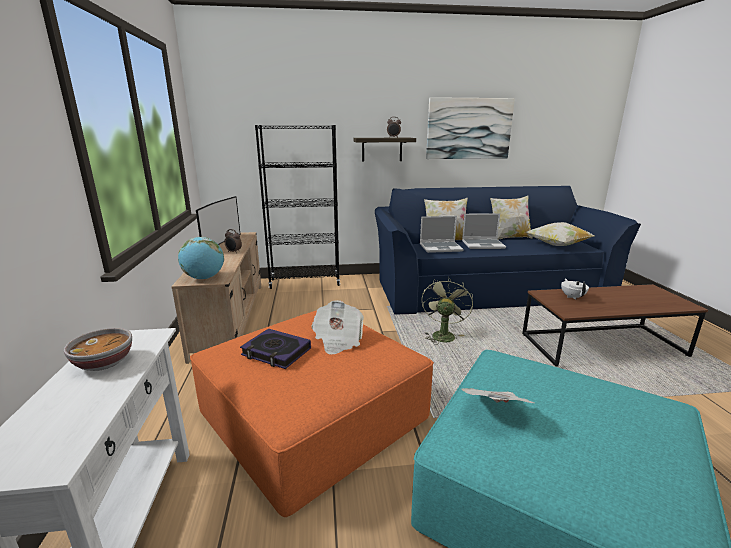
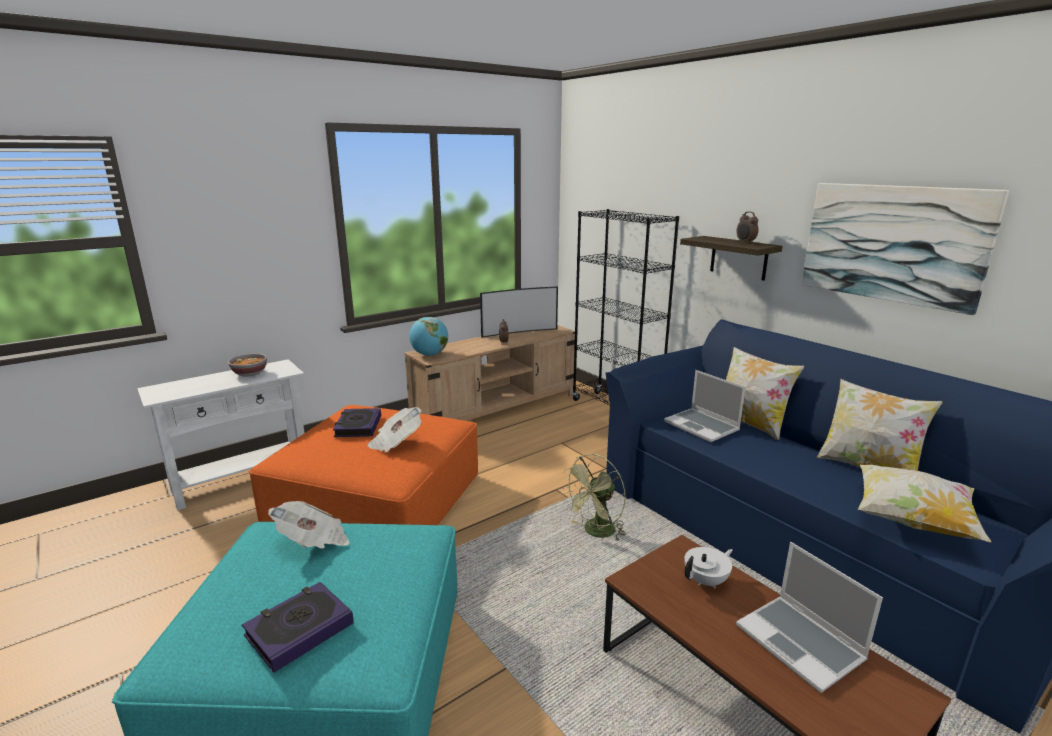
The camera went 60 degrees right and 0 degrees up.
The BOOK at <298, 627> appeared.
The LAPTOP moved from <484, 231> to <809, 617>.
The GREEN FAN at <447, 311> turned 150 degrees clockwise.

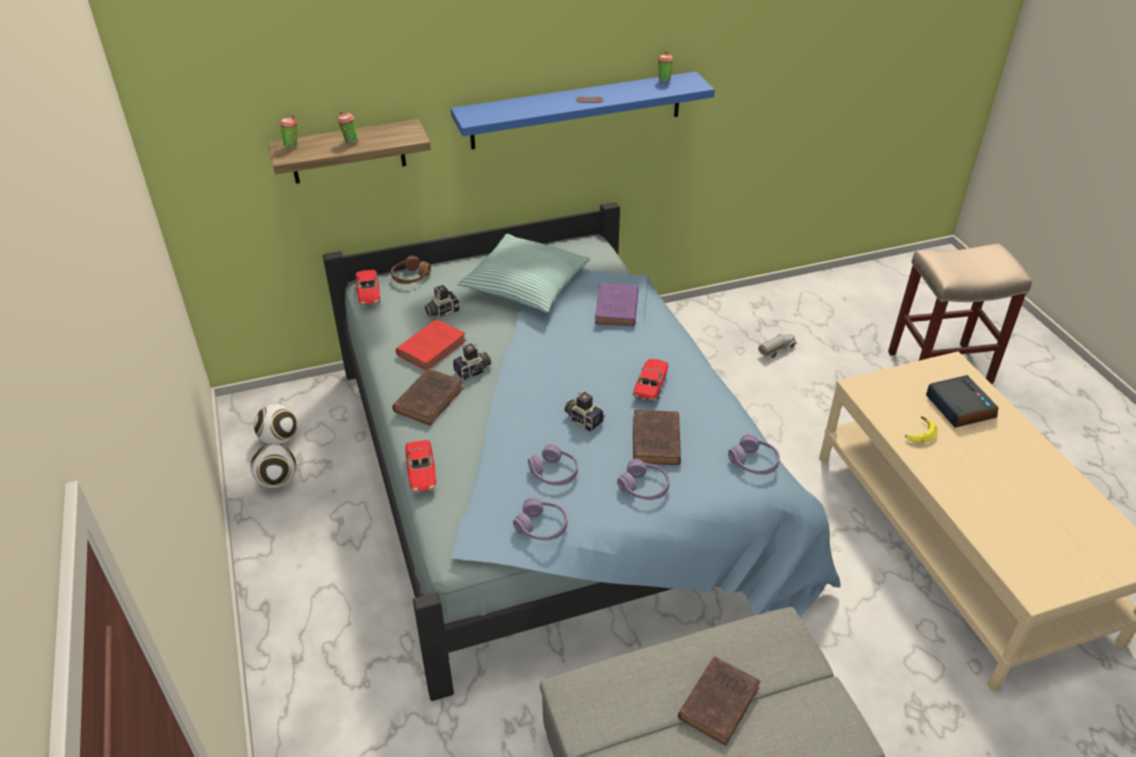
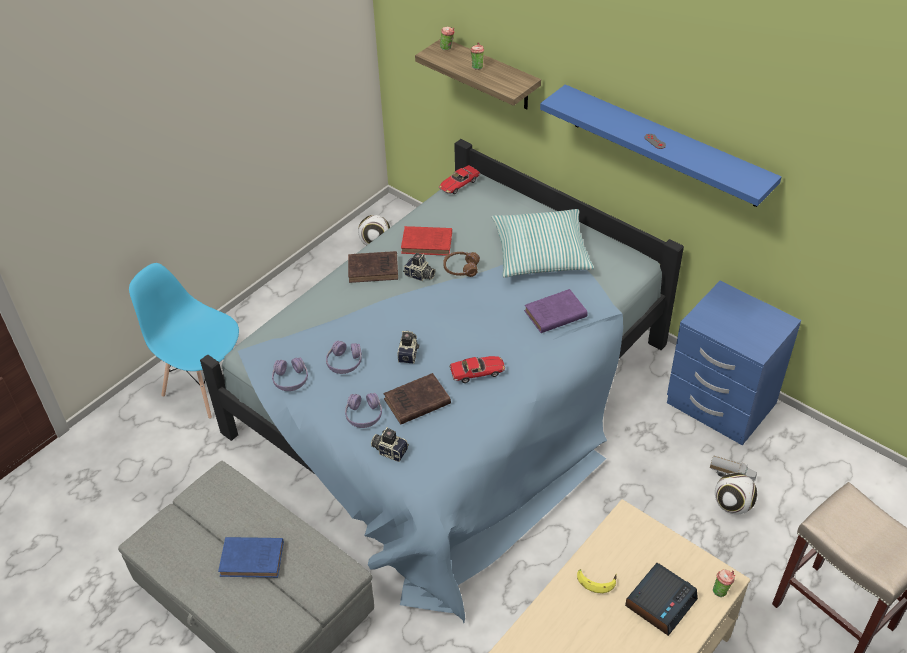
The camera went 60 degrees right and 5 degrees up.
The TOY CAR at <420, 466> disappeared.
The PURPLE HEADPHONES at <754, 454> disappeared.
The BLUE CHAIR at <184, 341> appeared.
The BLUE NIGHTSTAND at <734, 363> appeared.
The FOOTBALL moved from <273, 466> to <736, 493>.
The BROWN HEADPHONES moved from <411, 269> to <461, 264>.
The PHOTO CAMERA moved from <442, 301> to <390, 444>.
The CUP moved from <665, 66> to <724, 583>.
The BROWN BOOK at <719, 701> became the BLUE BOOK at <251, 557>.

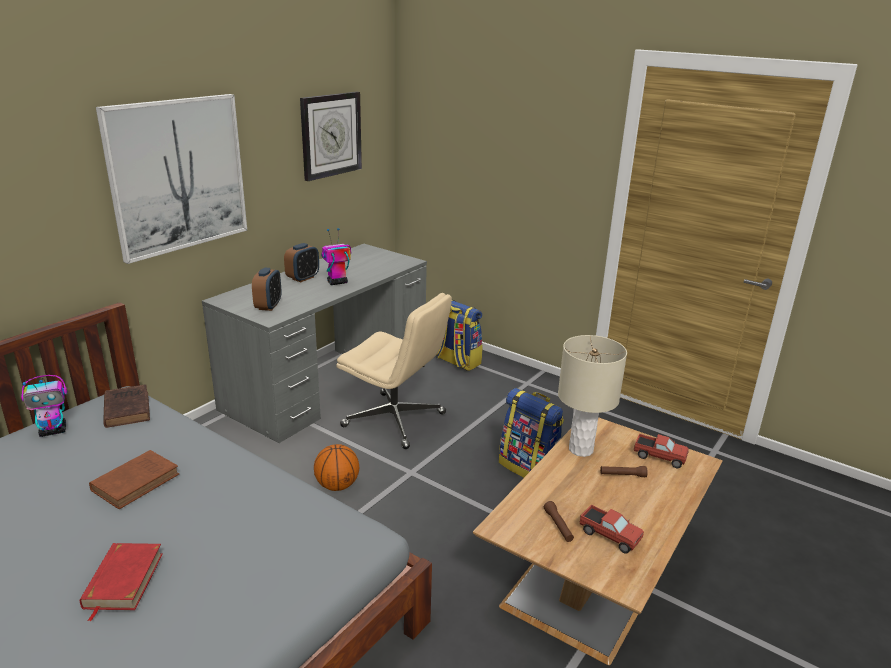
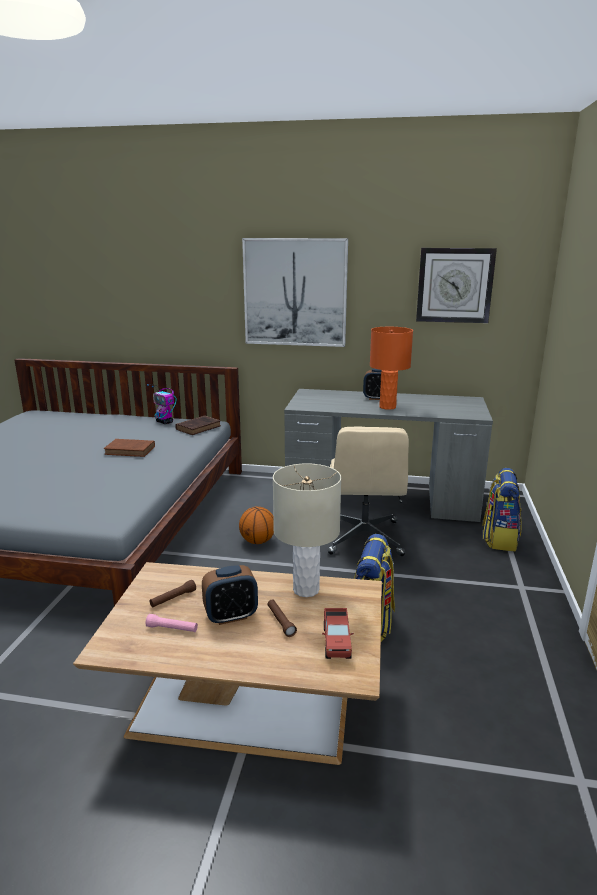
The camera went 65 degrees right and 5 degrees down.
The RED BOOK at <121, 582> disappeared.
The ALARM CLOCK moved from <266, 289> to <230, 595>.
The TOY ROBOT at <336, 256> was replaced by the ORANGE TABLE LAMP at <391, 368>.
The TOY TRUCK at <612, 529> was replaced by the PINK FLASHLIGHT at <171, 623>.

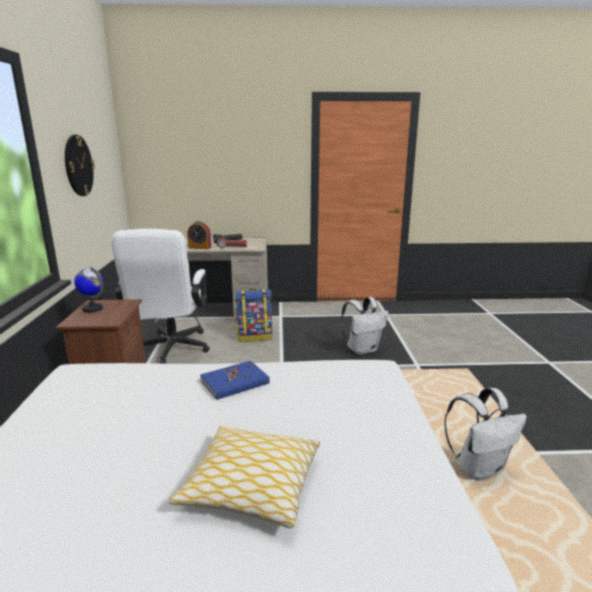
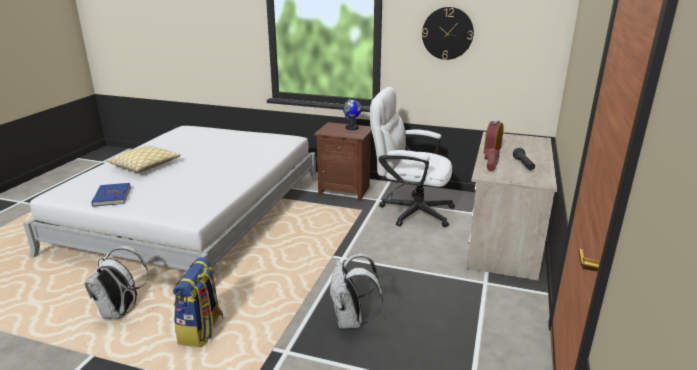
The camera went 110 degrees right and 5 degrees up.
The BLUE BOOK moved from <235, 380> to <111, 195>.
The BACKPACK moved from <253, 315> to <198, 302>.

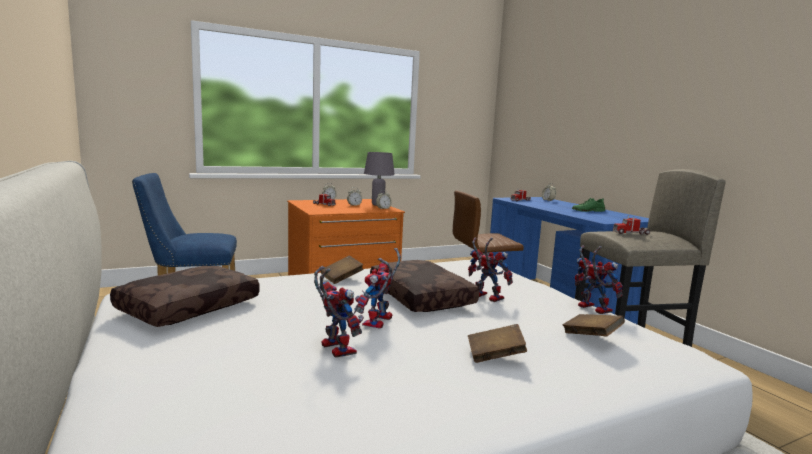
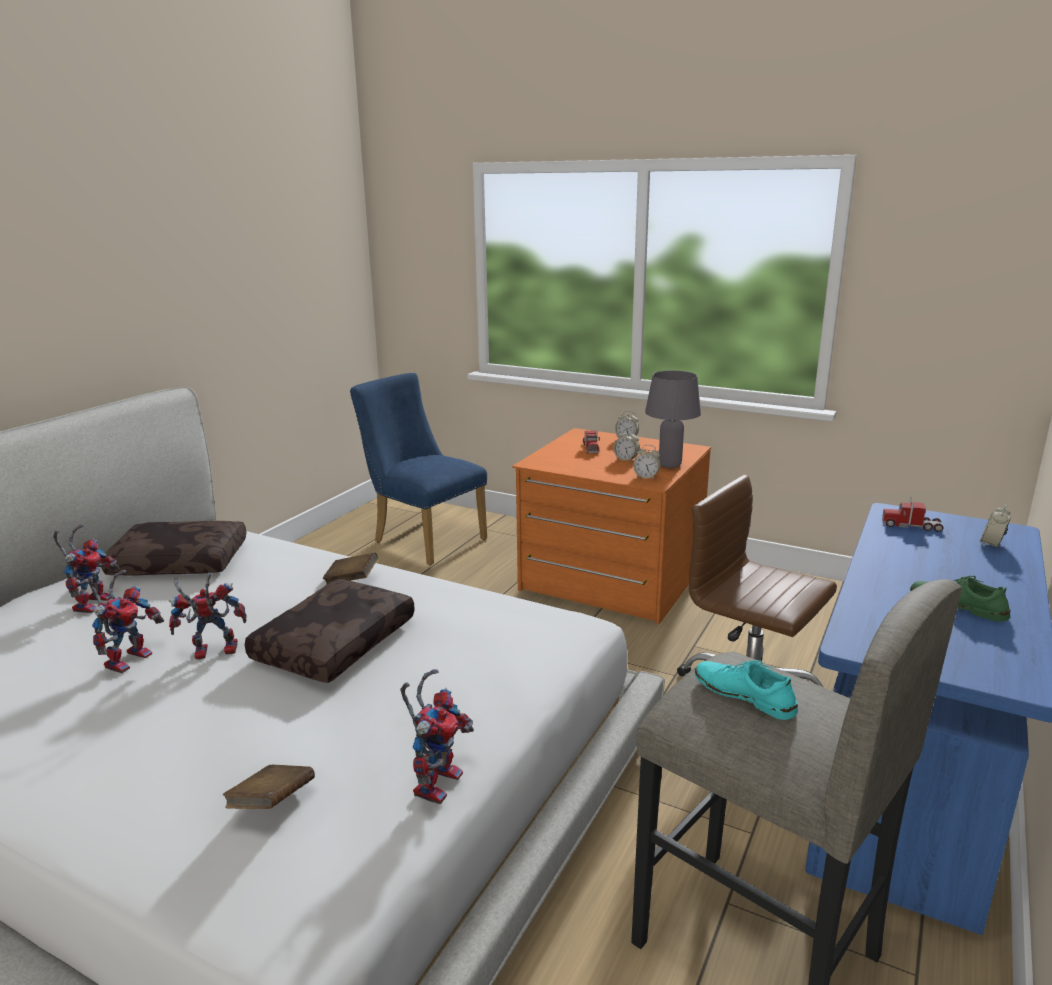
The camera went 55 degrees right and 10 degrees up.
The BROWN BOOK at <497, 343> disappeared.
The TOY ROBOT moved from <490, 269> to <86, 568>.
The TOY TRUCK at <631, 225> was replaced by the TURQUOISE SHOE at <746, 690>.

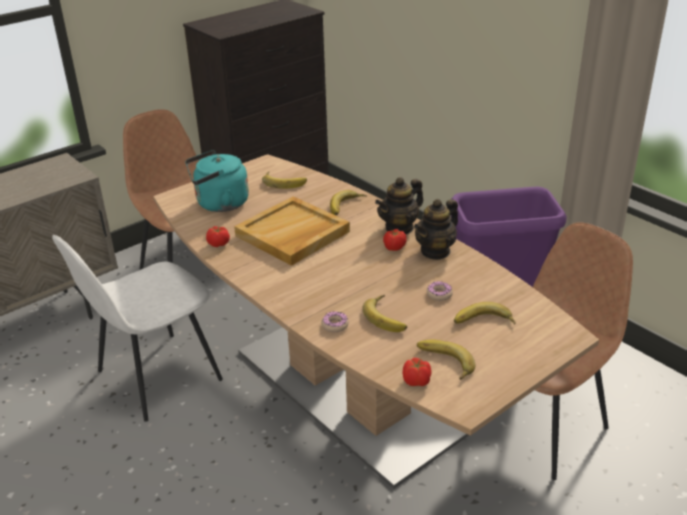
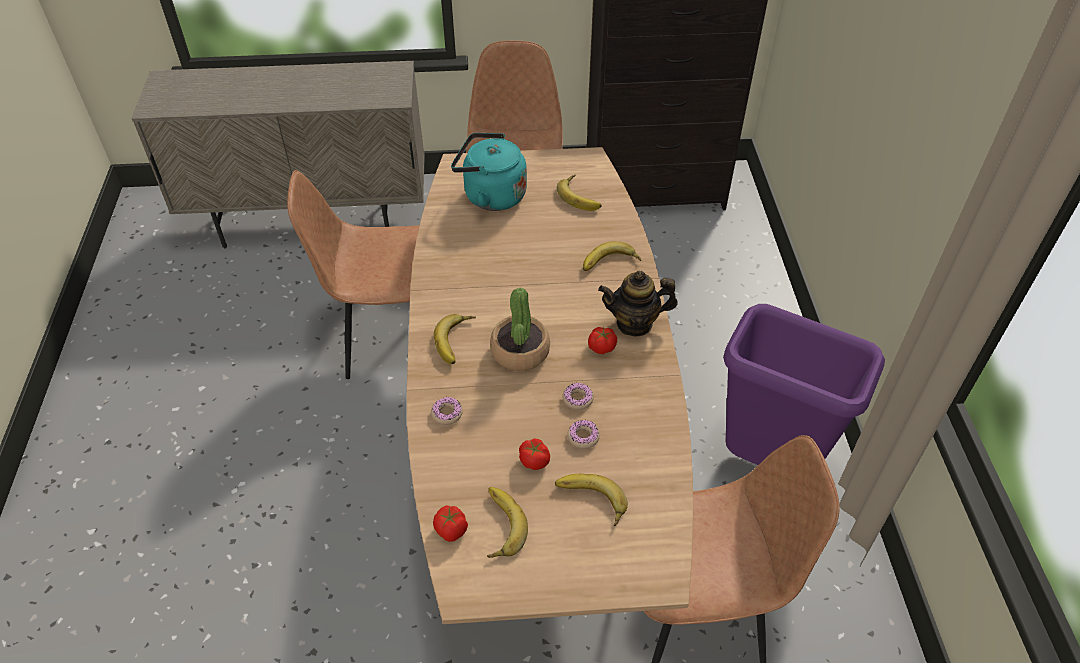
The camera went 35 degrees right and 15 degrees up.
The BEIGE TRAY at <292, 231> disappeared.
The TEAPOT at <436, 229> disappeared.
The POTTED PLANT at <520, 329> appeared.
The DONUT at <578, 396> appeared.
The TOMATO moved from <218, 236> to <534, 454>.
The BANANA moved from <384, 313> to <455, 339>.
The WHITE CHAIR at <137, 328> became the BROWN CHAIR at <353, 274>.

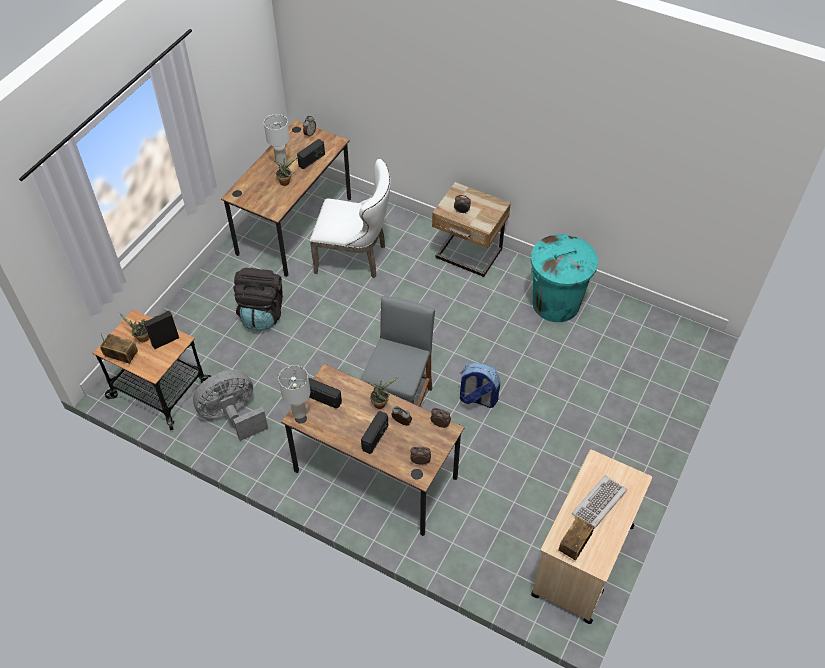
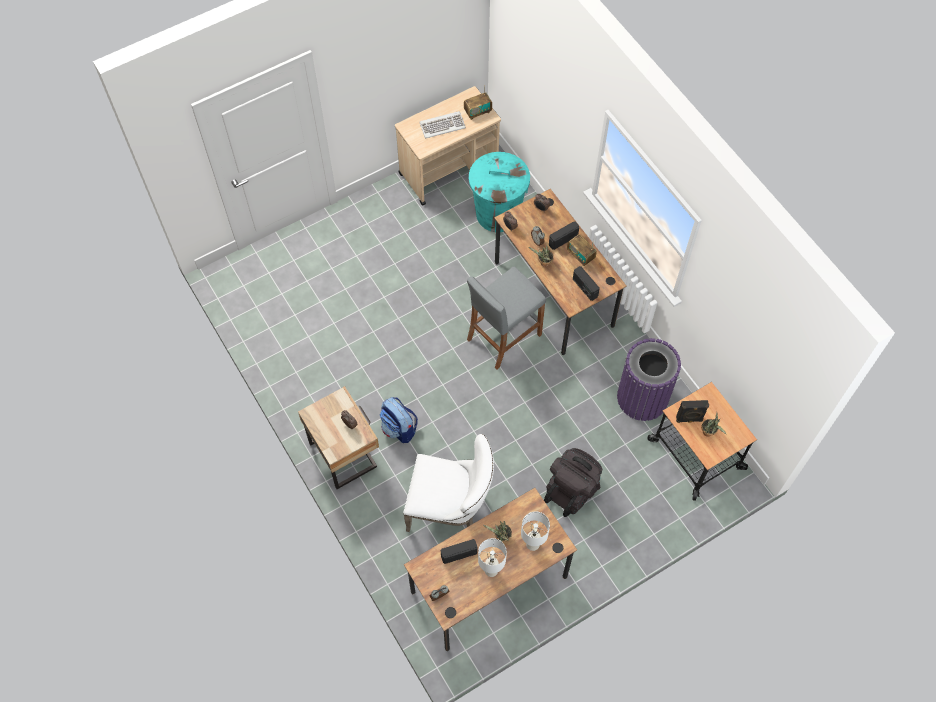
The camera went 150 degrees left and 10 degrees up.
The RADIO moved from <119, 348> to <582, 250>.
The WHITE TABLE LAMP moved from <294, 392> to <535, 531>.
The BACKPACK moved from <480, 385> to <399, 420>.
The TURQUOISE TRASH CAN moved from <564, 278> to <499, 192>.
The GREY FAN at <230, 405> was replaced by the PURPLE TRASH CAN at <649, 379>.
The WHITE CHAIR at <350, 218> turned 150 degrees clockwise.

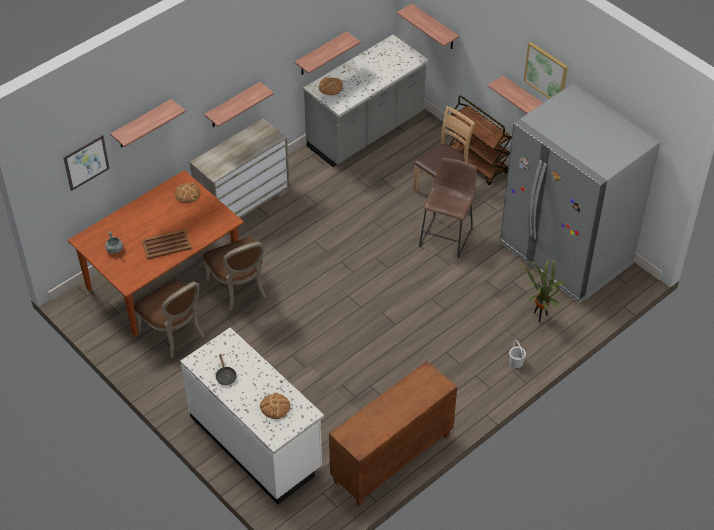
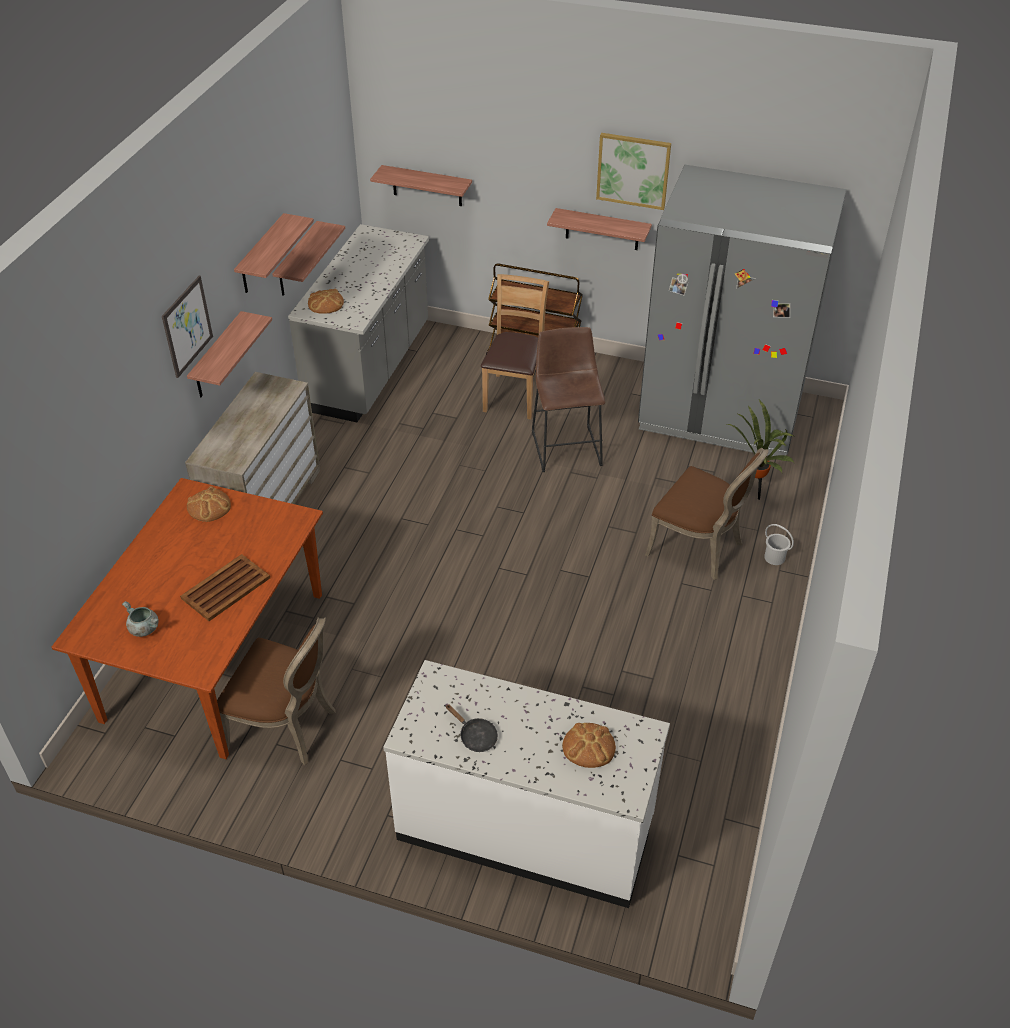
The camera went 30 degrees left and 5 degrees down.
The BROWN CABINET at <393, 433> disappeared.
The PICTURE moved from <86, 163> to <187, 327>.
The SHELF moved from <148, 123> to <274, 253>.
The BROWN CHAIR moved from <235, 274> to <707, 514>.

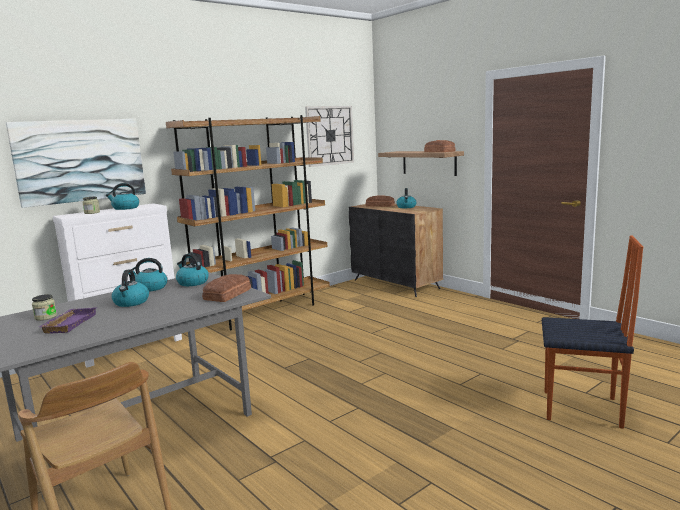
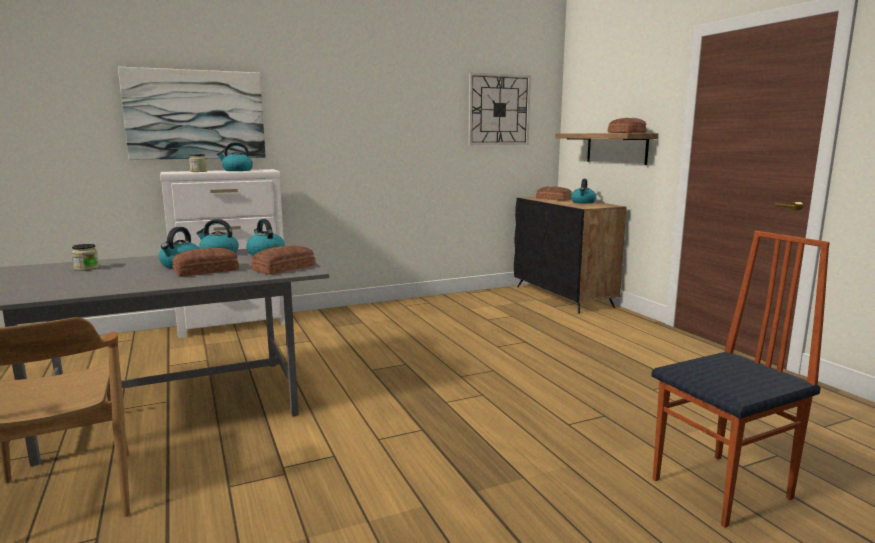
The camera went 15 degrees right and 0 degrees up.
The PURPLE TRAY at <68, 320> disappeared.
The BROWN BOOKCASE at <248, 222> disappeared.
The BREAD at <205, 262> appeared.
The CHAIR at <592, 332> turned 60 degrees counterclockwise.

